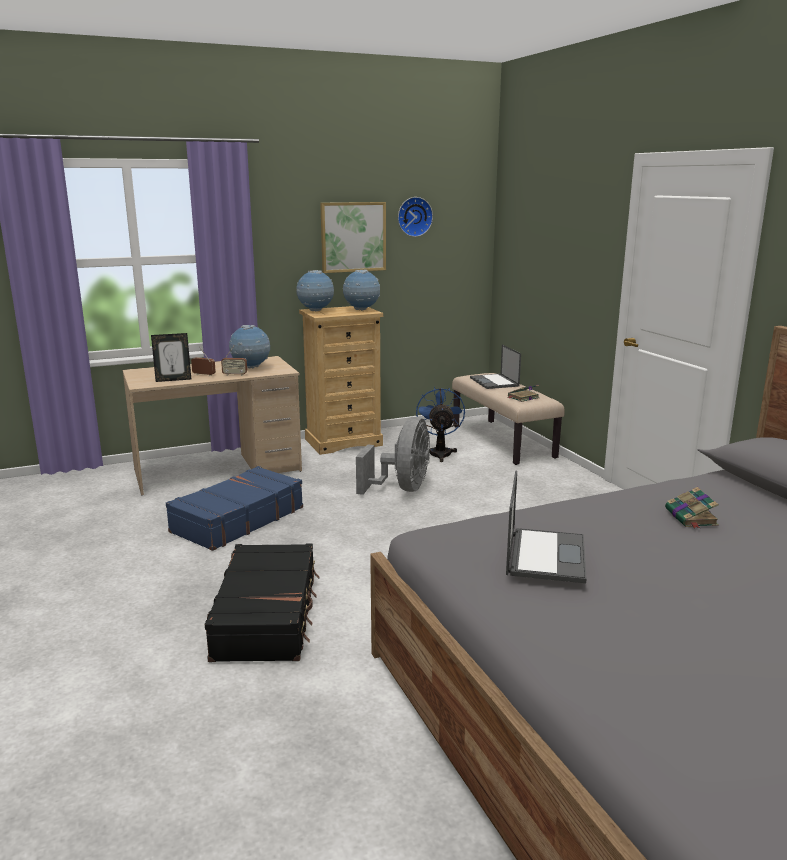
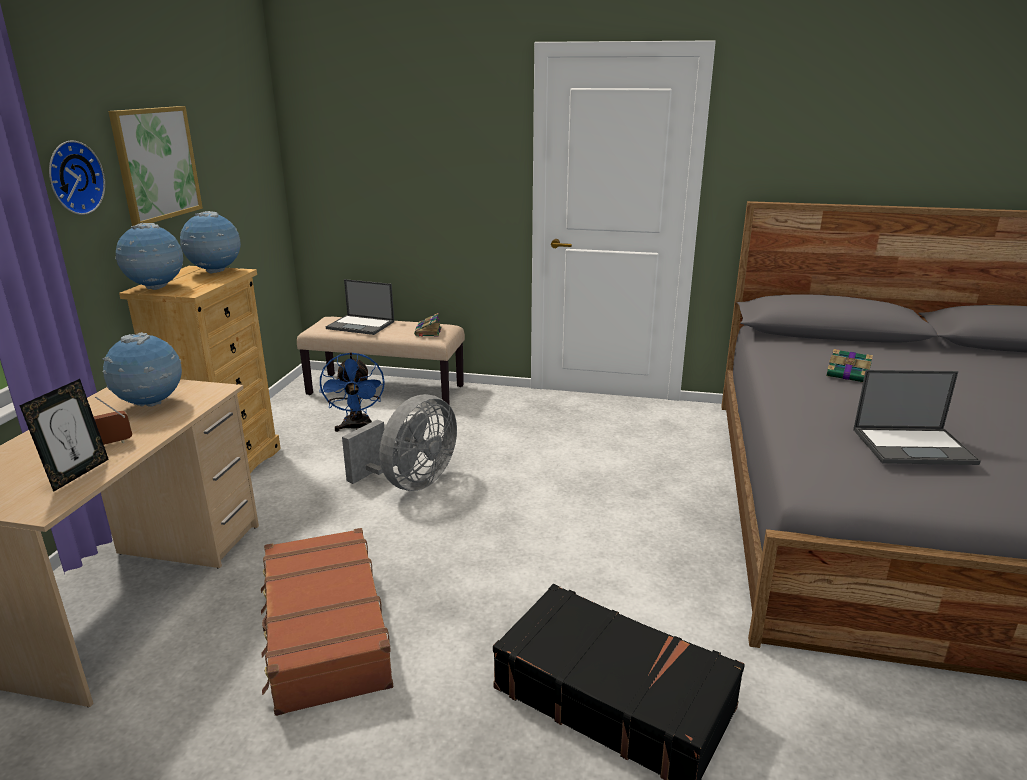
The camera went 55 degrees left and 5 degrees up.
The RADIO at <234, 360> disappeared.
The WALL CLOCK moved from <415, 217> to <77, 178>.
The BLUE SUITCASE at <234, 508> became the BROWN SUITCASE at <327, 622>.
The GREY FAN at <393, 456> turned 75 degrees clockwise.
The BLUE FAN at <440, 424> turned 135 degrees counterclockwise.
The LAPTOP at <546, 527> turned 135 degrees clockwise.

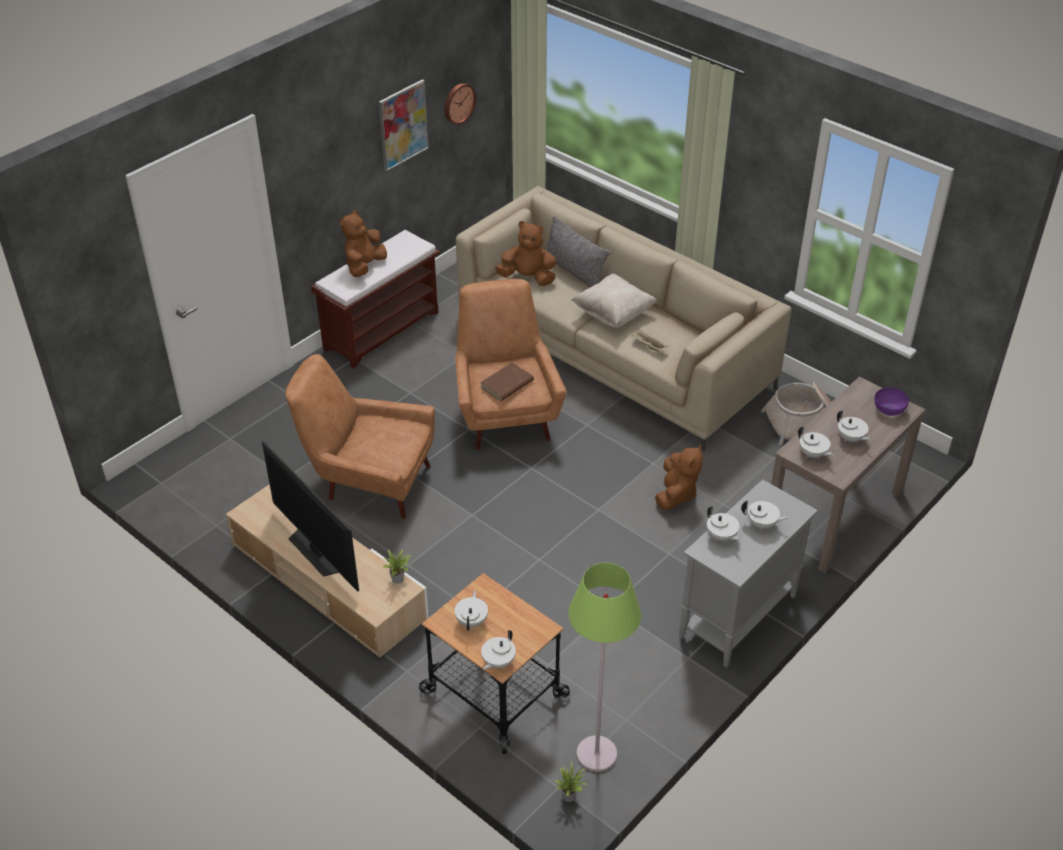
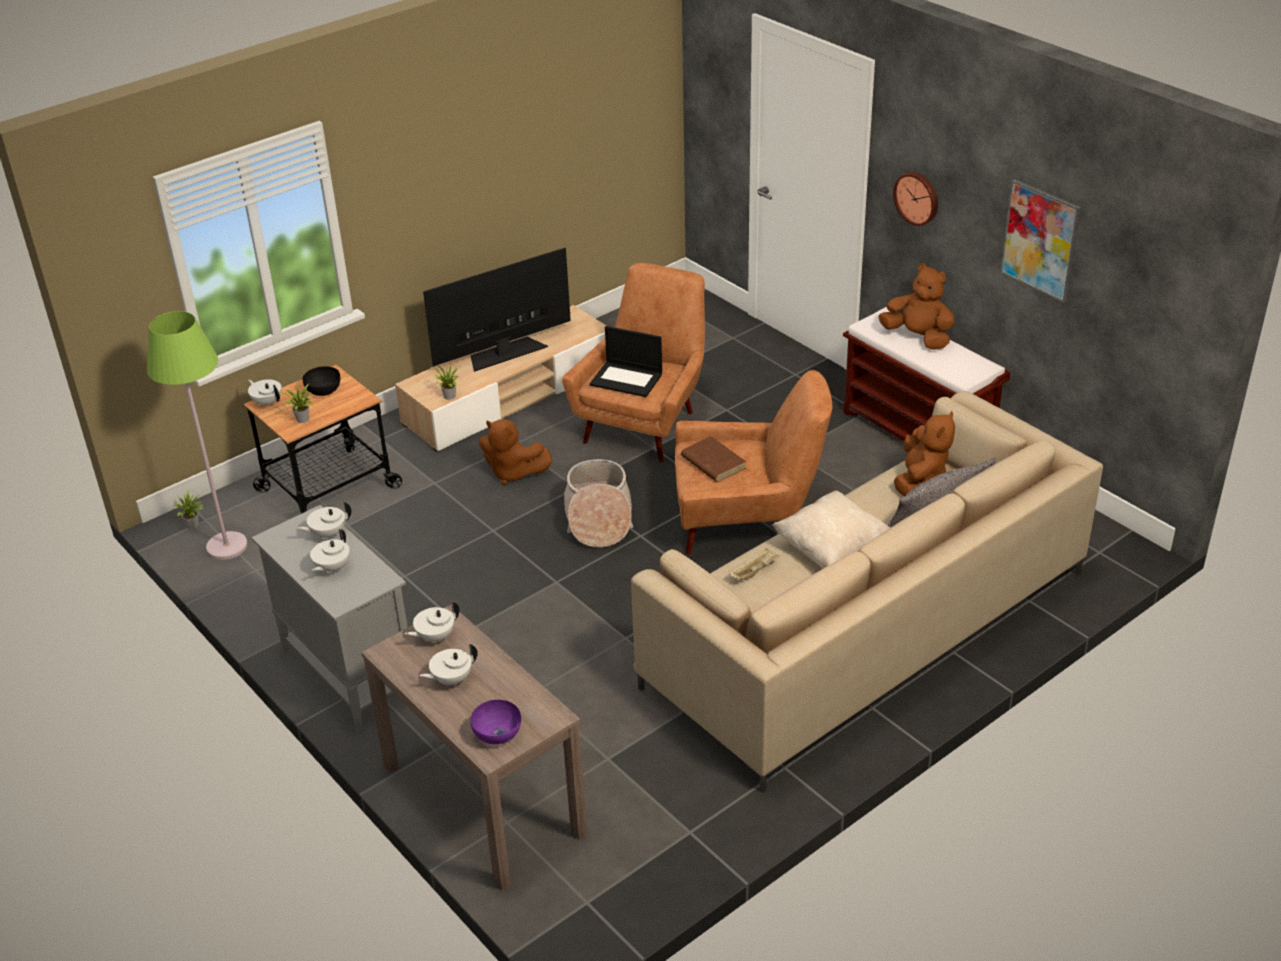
The camera went 100 degrees right and 5 degrees down.
The POTTED PLANT at <298, 403> appeared.
The LAPTOP at <626, 361> appeared.
The WALL CLOCK moved from <460, 104> to <915, 199>.
The BROWN PLUSH TOY moved from <679, 477> to <515, 452>.
The BASKET moved from <796, 413> to <598, 503>.
The WHITE TEAPOT at <471, 610> was replaced by the BLACK BOWL at <321, 381>.

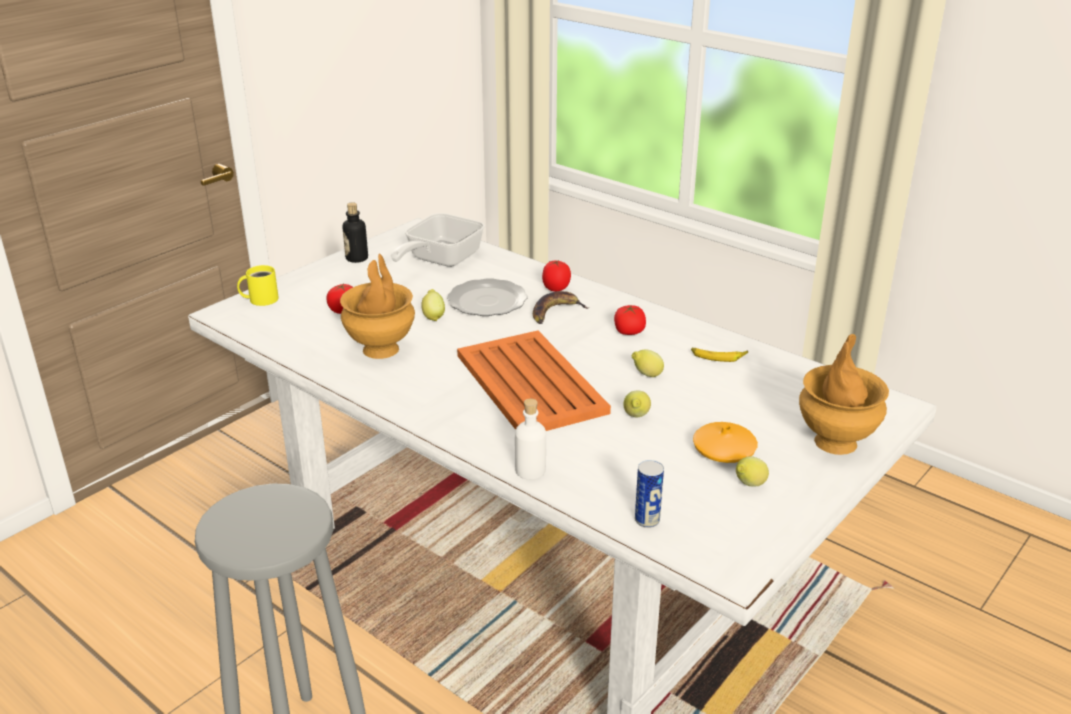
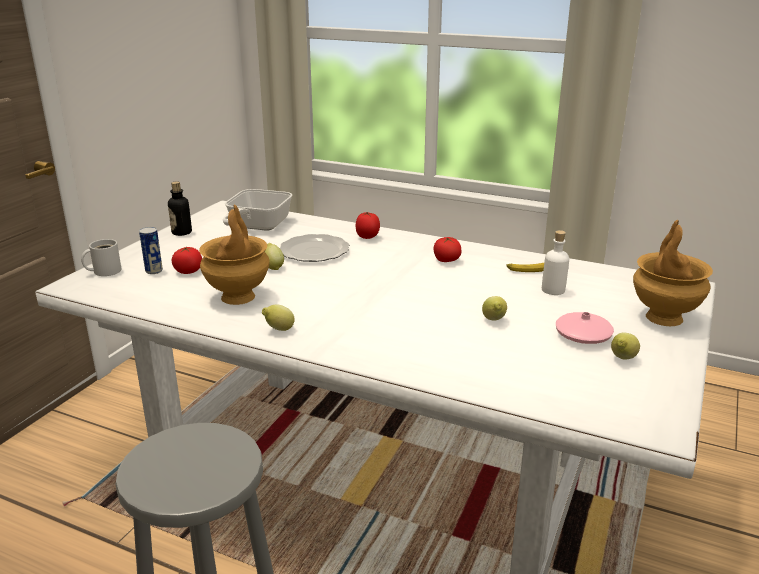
The camera went 15 degrees left and 5 degrees down.
The ORANGE TRAY at <534, 380> disappeared.
The BANANA at <561, 307> disappeared.
The WHITE BOTTLE moved from <530, 439> to <555, 262>.
The LEMON moved from <648, 363> to <278, 317>.
The CAN moved from <649, 494> to <151, 250>.
The YELLOW MUG at <258, 285> became the WHITE MUG at <101, 257>.
The ORANGE VASE at <725, 442> became the PINK VASE at <585, 328>.

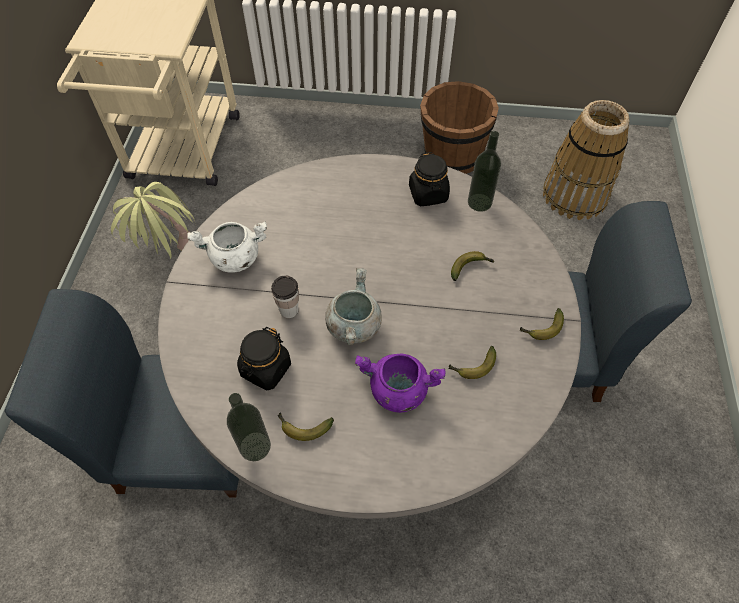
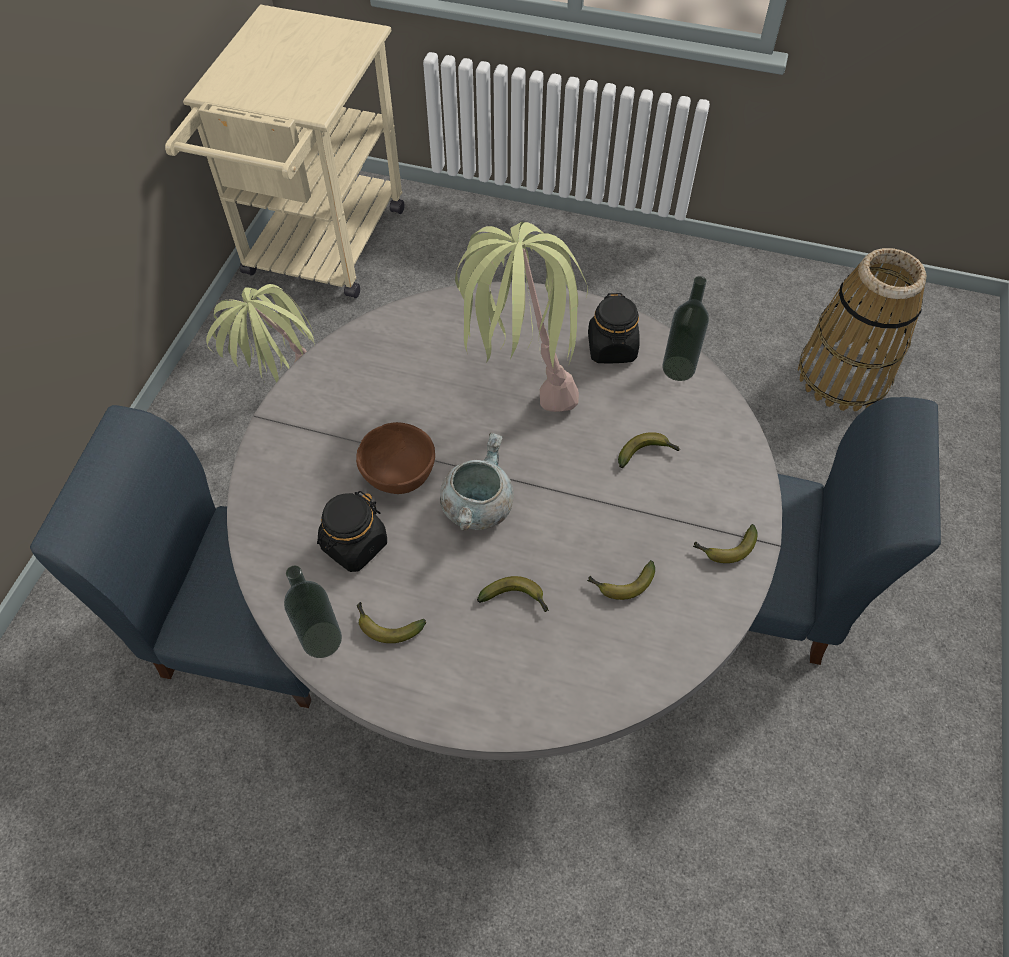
The camera went 10 degrees right and 0 degrees up.
The WHITE COOKING POT at <227, 247> disappeared.
The BROWN BUCKET at <459, 127> disappeared.
The POTTED PLANT at <521, 317> appeared.
The CUP at <285, 296> was replaced by the BROWN BOWL at <395, 458>.
The PURPLE COOKING POT at <400, 383> was replaced by the BANANA at <513, 594>.

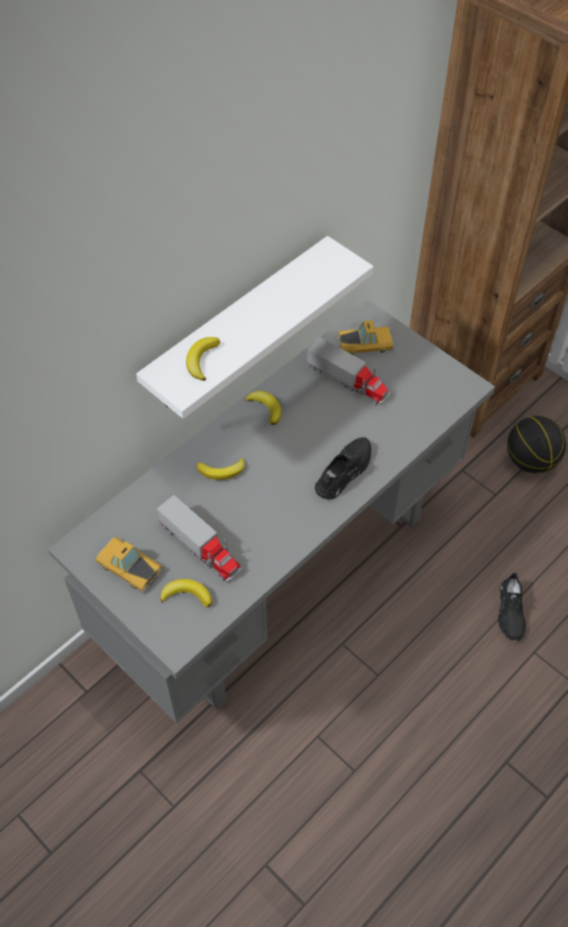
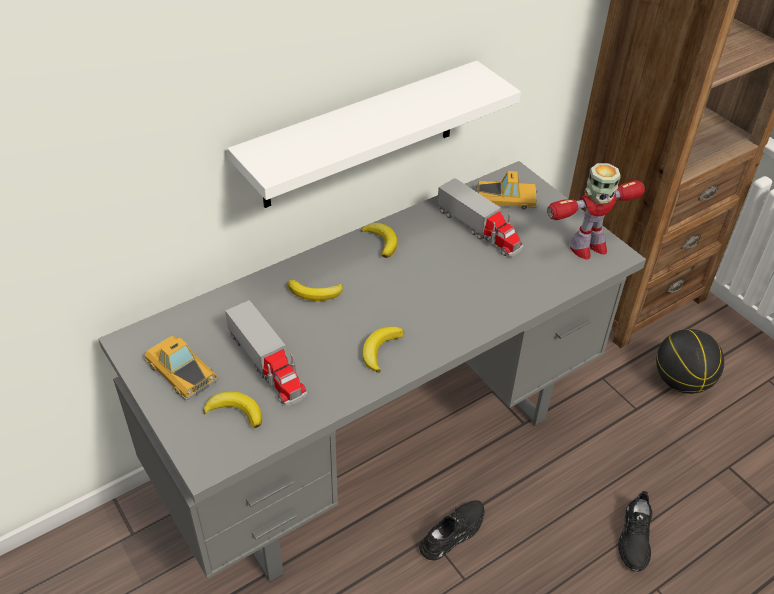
The camera went 10 degrees right and 10 degrees down.
The TOY ROBOT at <596, 211> appeared.
The BANANA moved from <203, 359> to <383, 349>.
The BLACK SHOE moved from <343, 468> to <451, 530>.

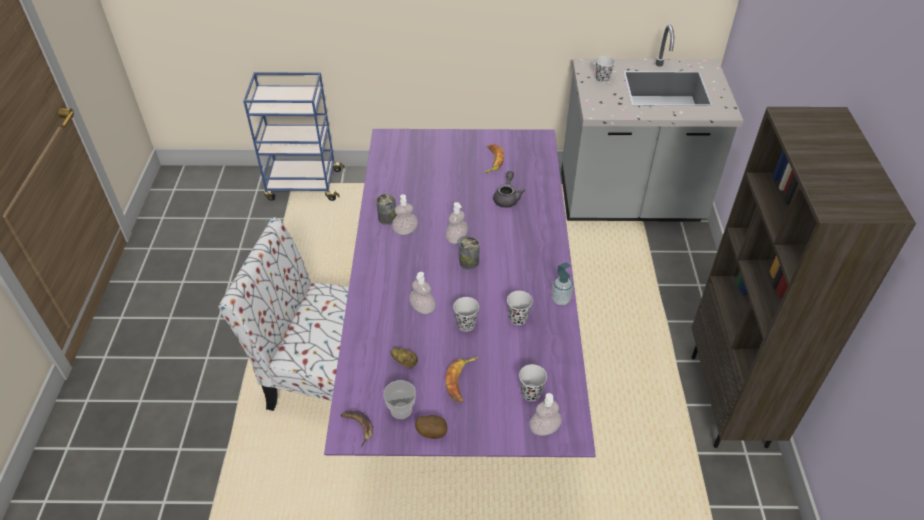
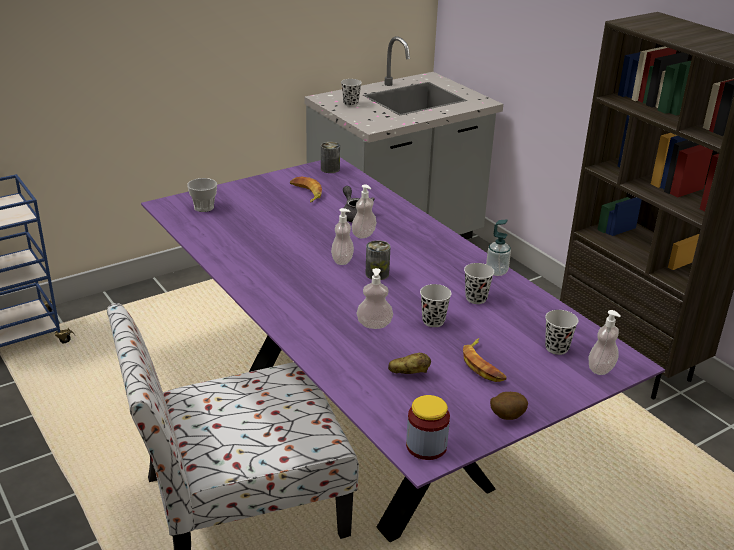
The camera went 35 degrees left and 15 degrees down.
The CAN moved from <386, 209> to <330, 157>.
The CUP moved from <399, 399> to <202, 195>.
The SOAP DISPENSER moved from <405, 214> to <364, 211>.
The BANANA at <357, 428> was replaced by the JAR at <428, 427>.

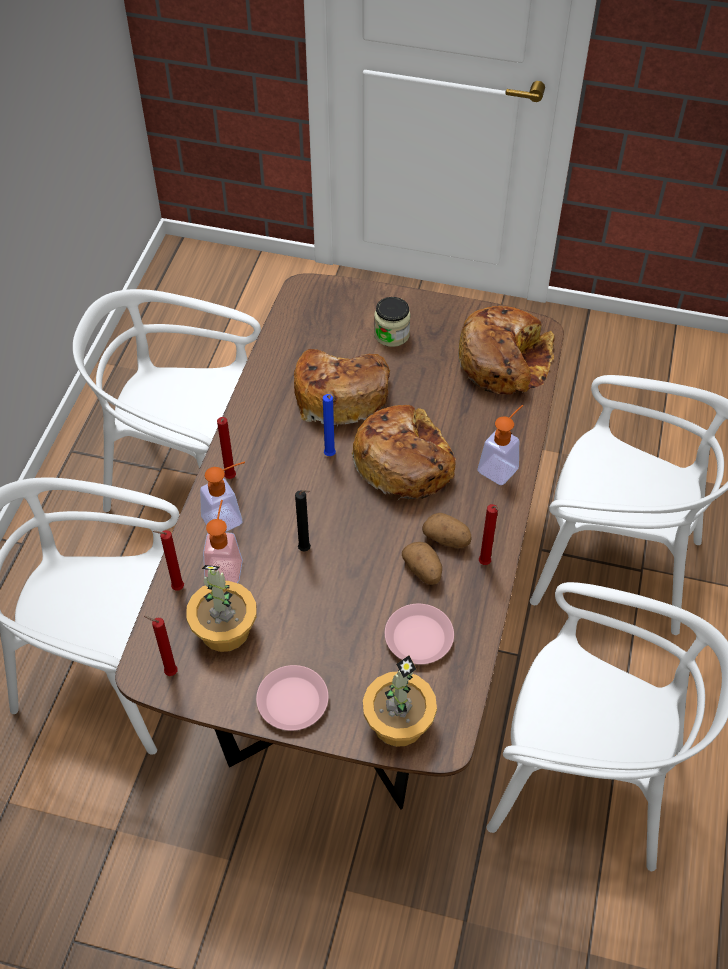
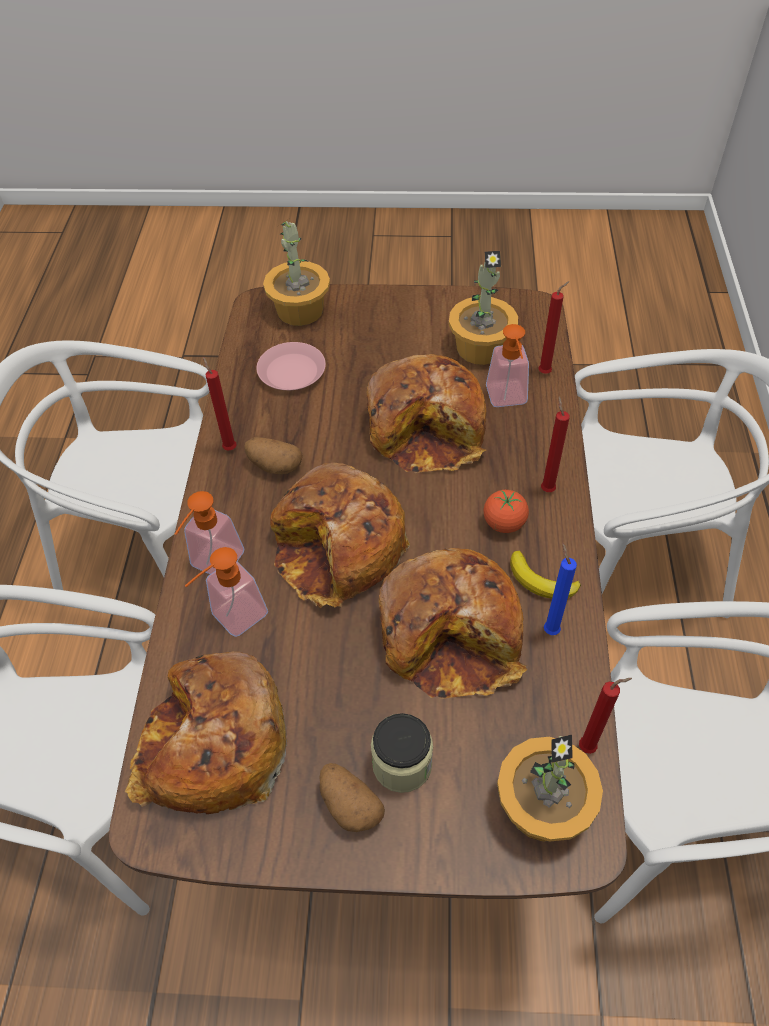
The camera went 170 degrees right and 0 degrees up.
The PINK PLATE at <292, 698> disappeared.
The TOMATO at <506, 511> appeared.
The POTTED PLANT at <550, 788> appeared.
The BANANA at <545, 575> appeared.
The RED CANDLE moved from <161, 646> to <605, 716>.
The SOAP DISPENSER moved from <222, 496> to <226, 592>.
The BLUE CANDLE moved from <329, 425> to <560, 589>.
The POTATO moved from <422, 563> to <352, 797>.
The BLACK CANDLE at <303, 521> was replaced by the BREAD at <427, 413>.

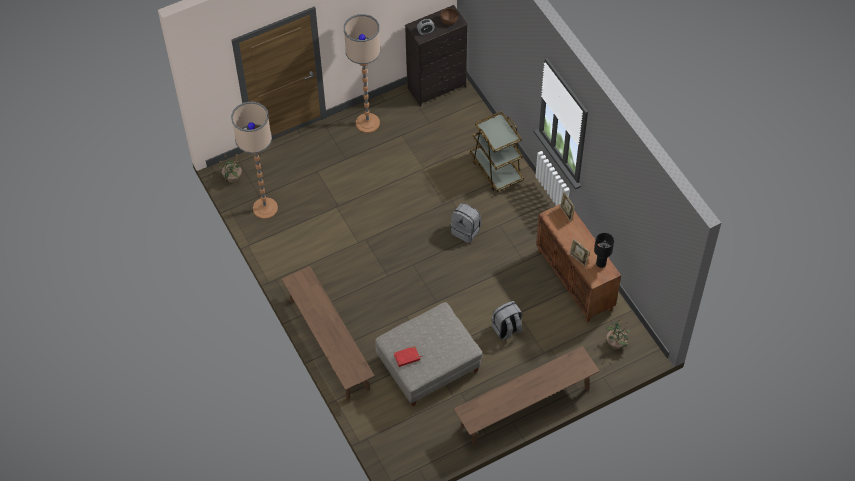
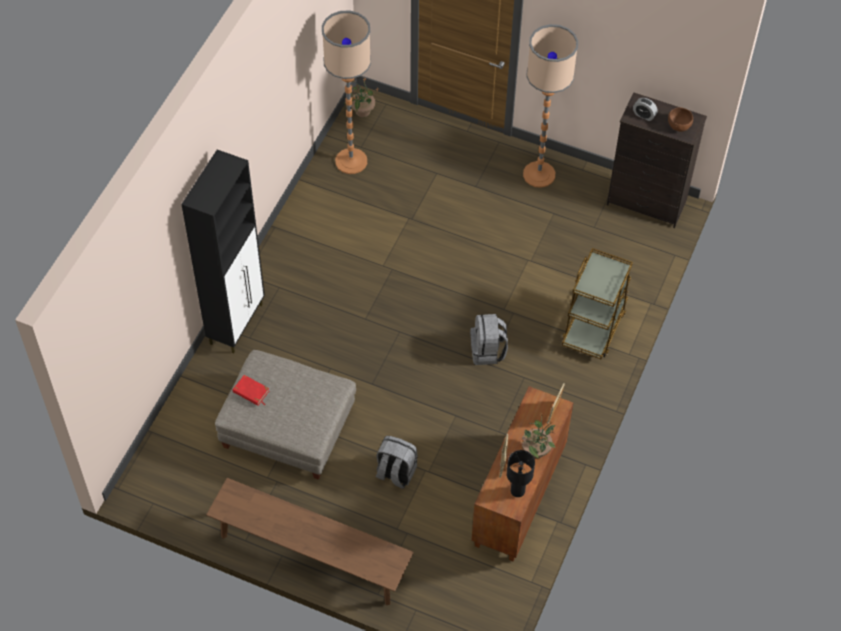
The camera went 50 degrees right and 0 degrees up.
The POTTED PLANT moved from <618, 334> to <538, 435>.
The BROWN BENCH at <328, 333> was replaced by the BLACK CABINET at <223, 251>.

